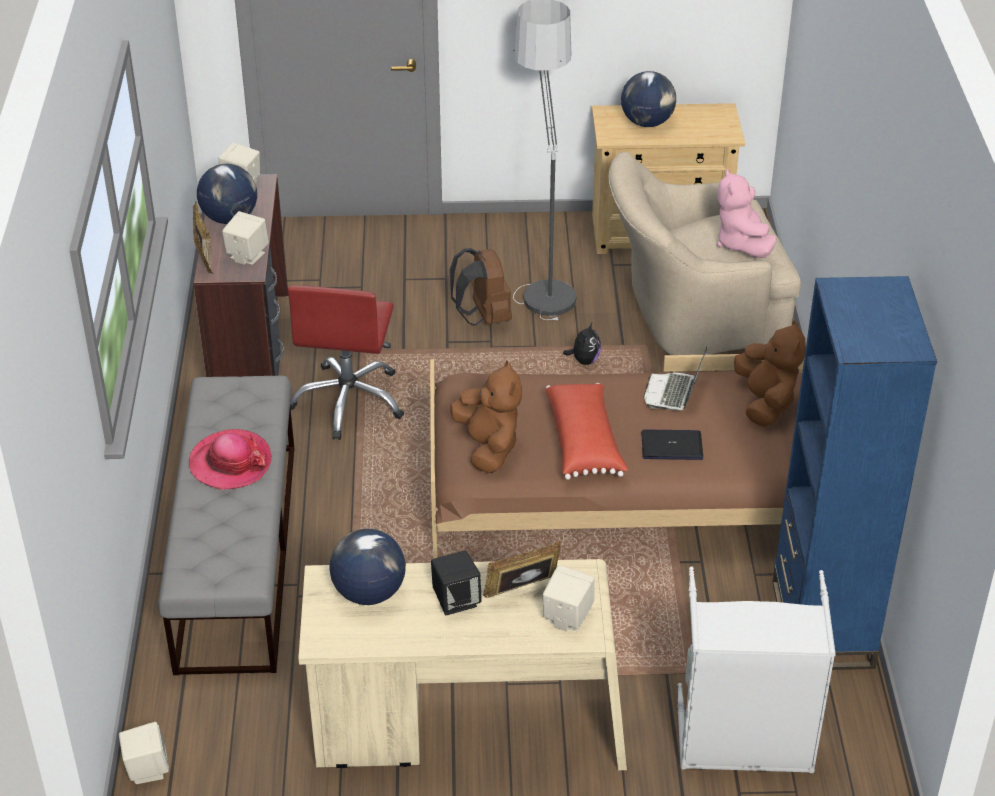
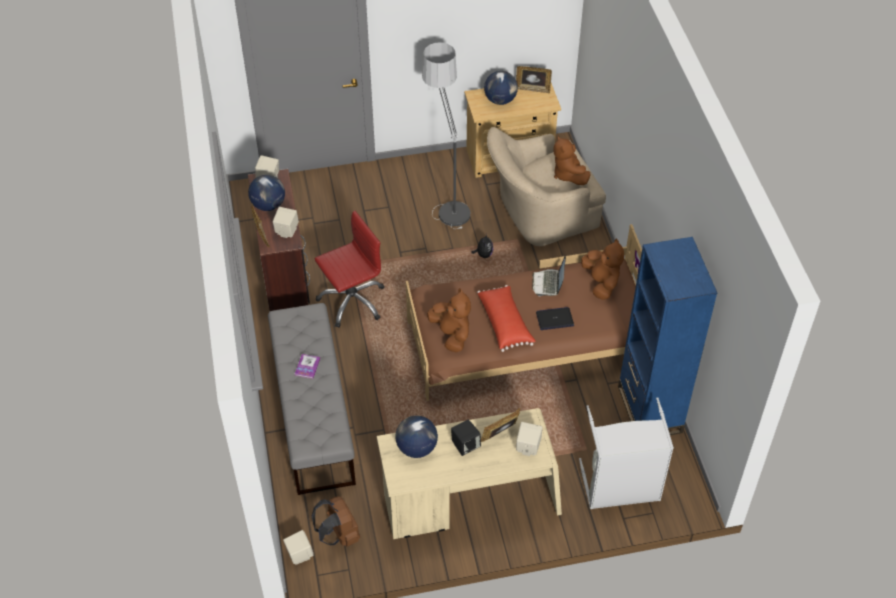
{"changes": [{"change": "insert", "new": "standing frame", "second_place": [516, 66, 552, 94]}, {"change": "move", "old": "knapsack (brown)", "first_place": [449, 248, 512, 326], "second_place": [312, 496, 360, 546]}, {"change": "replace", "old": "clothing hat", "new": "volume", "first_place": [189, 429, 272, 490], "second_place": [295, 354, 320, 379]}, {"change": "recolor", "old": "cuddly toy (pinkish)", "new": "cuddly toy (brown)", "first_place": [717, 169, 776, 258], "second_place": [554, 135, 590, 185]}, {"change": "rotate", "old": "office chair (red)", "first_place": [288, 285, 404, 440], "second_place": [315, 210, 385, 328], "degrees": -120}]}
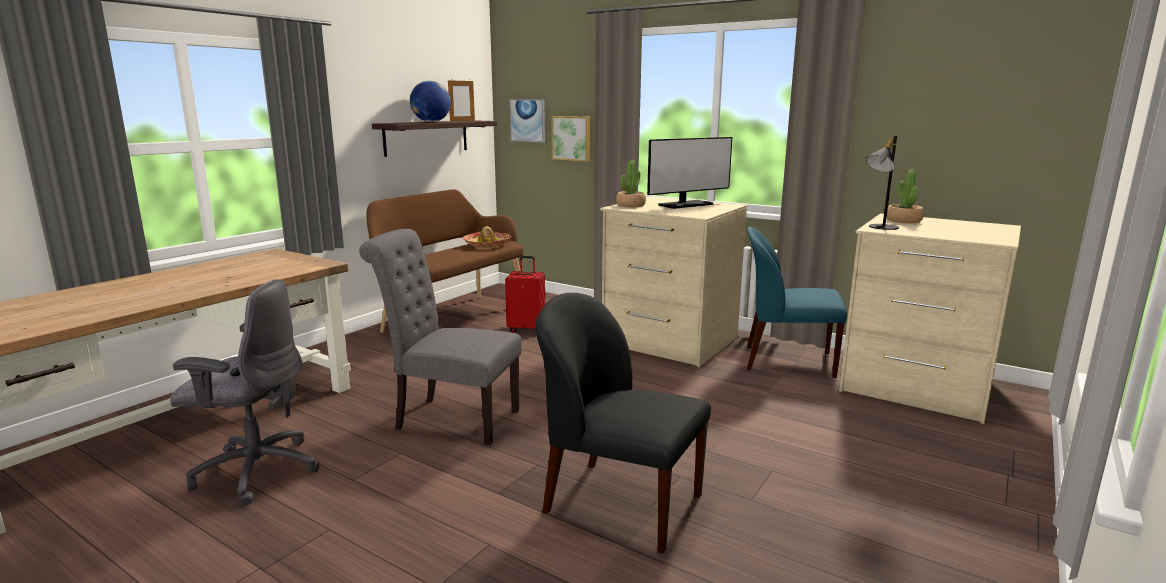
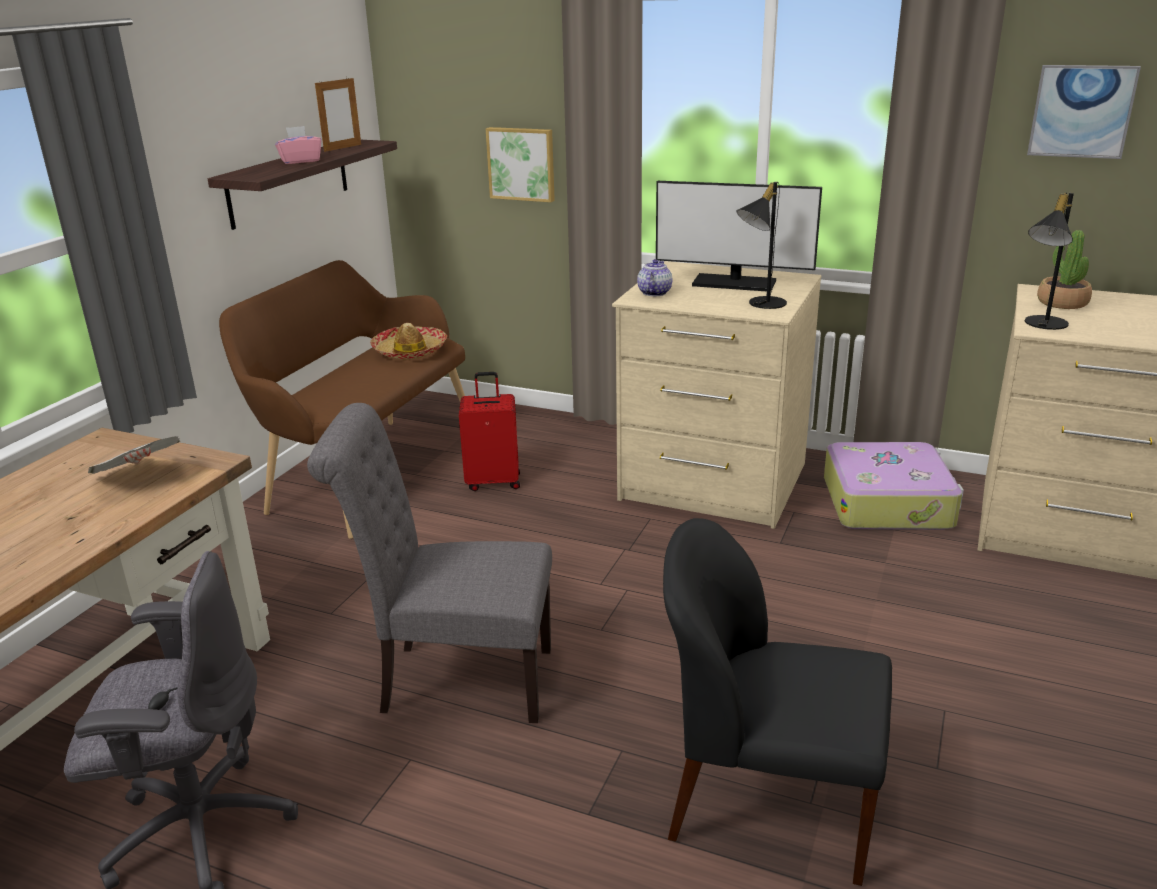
{"changes": [{"change": "insert", "new": "printed paper", "second_place": [88, 436, 180, 474]}, {"change": "insert", "new": "tabletop lamp (blackish)", "second_place": [736, 182, 787, 309]}, {"change": "move", "old": "picture", "first_place": [510, 99, 545, 143], "second_place": [1027, 65, 1141, 159]}, {"change": "replace", "old": "globe", "new": "tissue box (pinkish)", "first_place": [410, 81, 451, 122], "second_place": [275, 126, 321, 164]}, {"change": "replace", "old": "potted plant", "new": "pot for tea", "first_place": [616, 161, 646, 208], "second_place": [637, 259, 672, 296]}, {"change": "replace", "old": "chair (blue-coloured)", "new": "piece of luggage", "first_place": [747, 227, 847, 378], "second_place": [824, 442, 964, 530]}, {"change": "rotate", "old": "computer display", "first_place": [647, 137, 732, 209], "second_place": [656, 181, 822, 292], "degrees": 60}]}
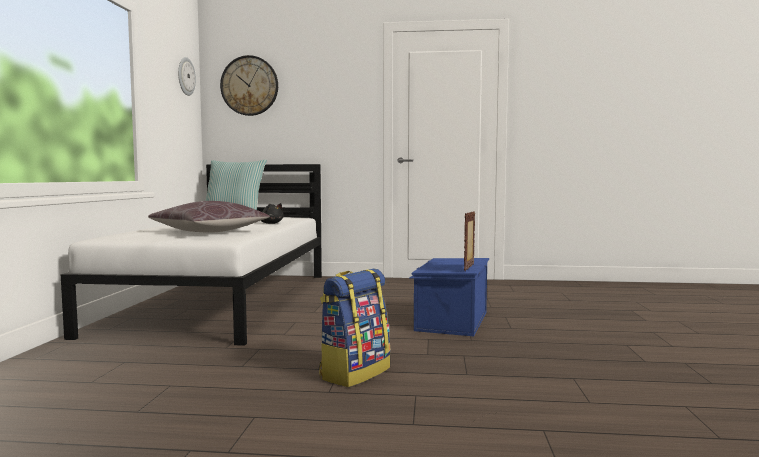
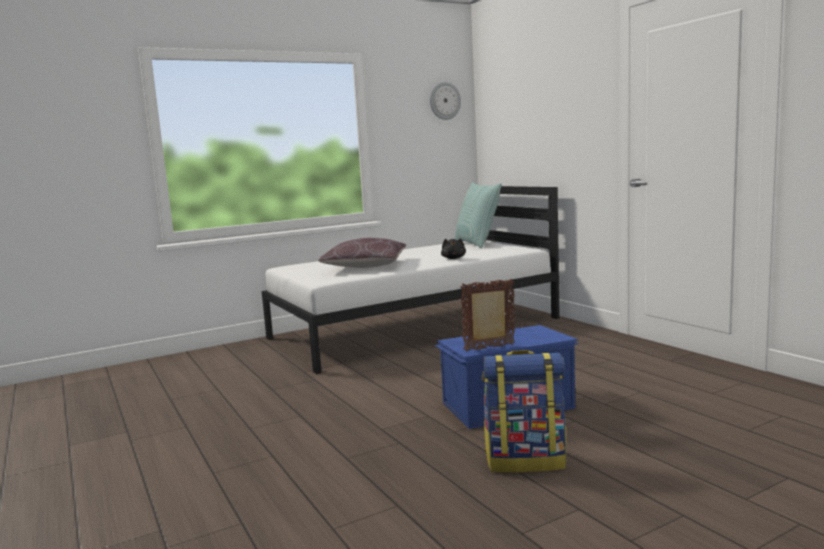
{"changes": [{"change": "delete", "old": "hanging clock", "first_place": [220, 55, 278, 116]}, {"change": "move", "old": "knapsack", "first_place": [319, 268, 391, 387], "second_place": [482, 350, 567, 473]}]}
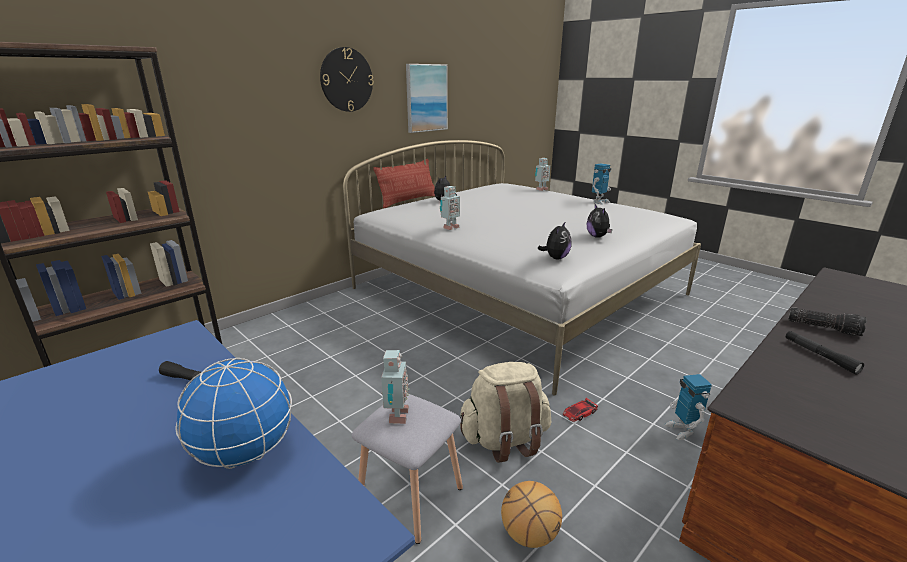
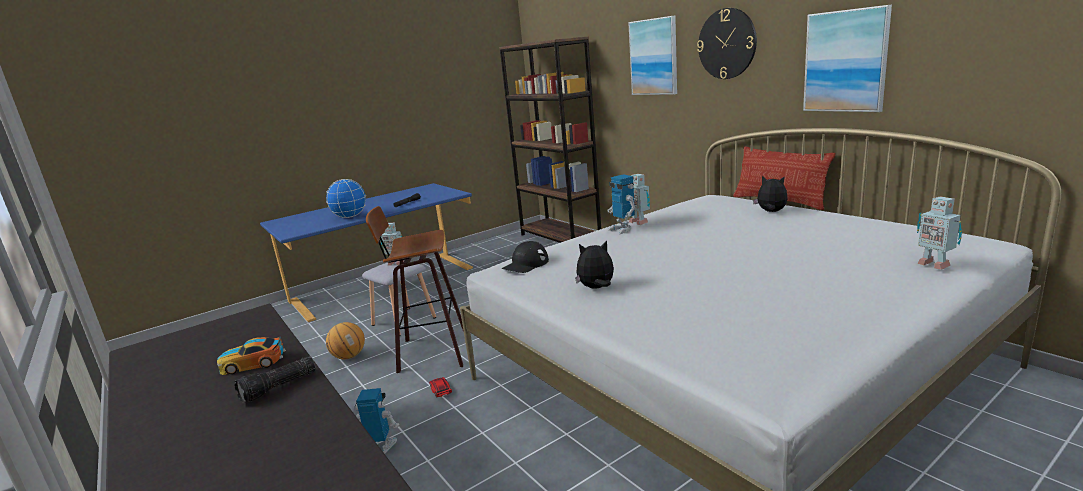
{"changes": [{"change": "insert", "new": "picture", "second_place": [628, 16, 677, 95]}, {"change": "move", "old": "robot figure", "first_place": [592, 163, 611, 205], "second_place": [608, 174, 635, 234]}, {"change": "replace", "old": "knapsack (sand-coloured)", "new": "stool", "first_place": [460, 362, 551, 463], "second_place": [366, 206, 463, 373]}, {"change": "replace", "old": "cuddly toy", "new": "baseball cap (blackish)", "first_place": [537, 221, 572, 259], "second_place": [502, 241, 549, 273]}, {"change": "replace", "old": "flashlight (blackish)", "new": "miniature car", "first_place": [786, 331, 864, 374], "second_place": [217, 336, 286, 375]}]}
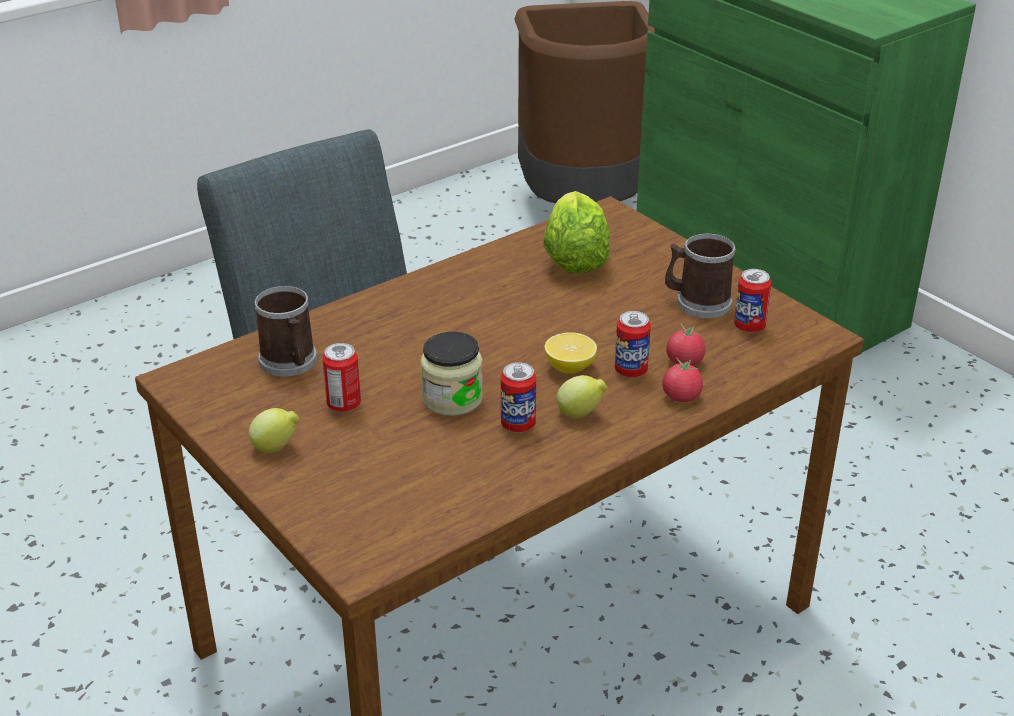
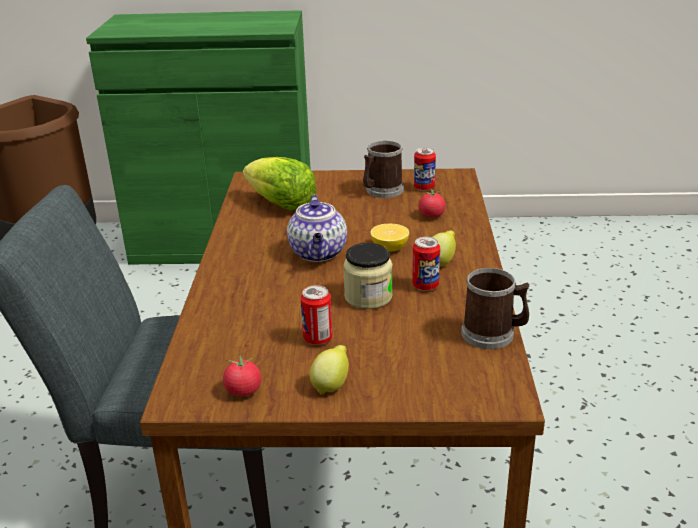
{"changes": [{"change": "delete", "old": "metal can", "first_place": [615, 311, 651, 378]}, {"change": "insert", "new": "pot for tea", "second_place": [287, 195, 347, 262]}, {"change": "move", "old": "mug", "first_place": [255, 286, 317, 377], "second_place": [461, 268, 529, 349]}, {"change": "move", "old": "whole tomato", "first_place": [662, 357, 703, 402], "second_place": [223, 353, 261, 396]}]}
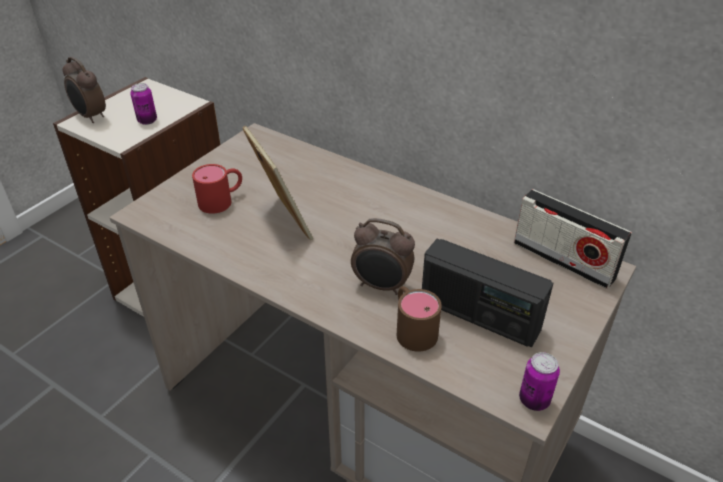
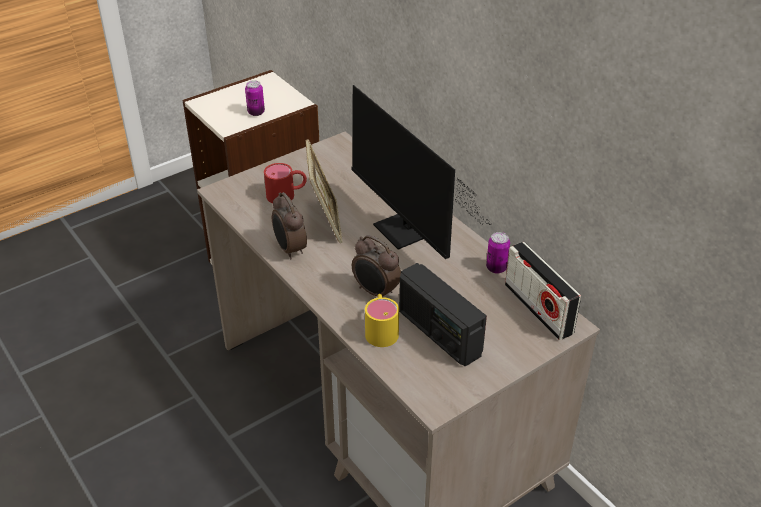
{"changes": [{"change": "insert", "new": "computer display", "second_place": [351, 85, 491, 259]}, {"change": "move", "old": "alarm clock", "first_place": [62, 57, 106, 123], "second_place": [272, 192, 307, 259]}, {"change": "move", "old": "metal can", "first_place": [519, 352, 560, 411], "second_place": [486, 232, 510, 274]}, {"change": "recolor", "old": "mug (brown)", "new": "mug (yellowish)", "first_place": [397, 286, 442, 352], "second_place": [365, 294, 399, 347]}]}
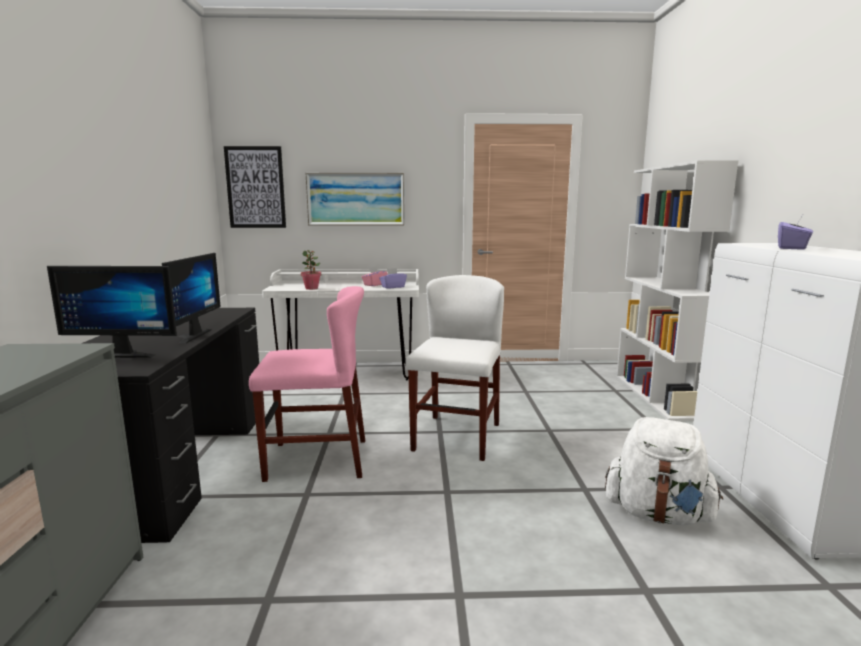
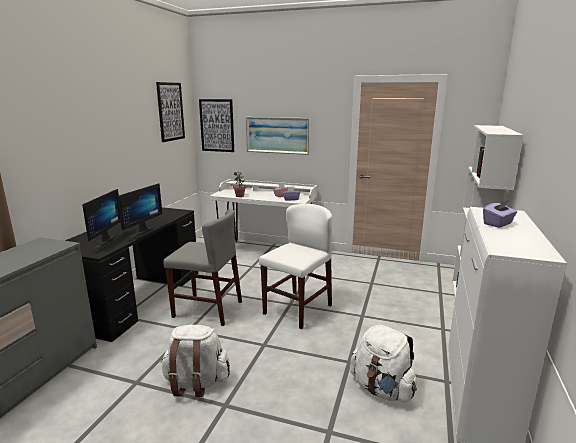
{"changes": [{"change": "insert", "new": "picture", "second_place": [156, 82, 185, 142]}, {"change": "insert", "new": "knapsack (white)", "second_place": [161, 325, 230, 397]}, {"change": "recolor", "old": "chair (pinkish)", "new": "chair (grey)", "first_place": [249, 286, 365, 482], "second_place": [163, 209, 242, 326]}, {"change": "rotate", "old": "computer display", "first_place": [47, 266, 177, 358], "second_place": [82, 189, 121, 248], "degrees": -105}]}
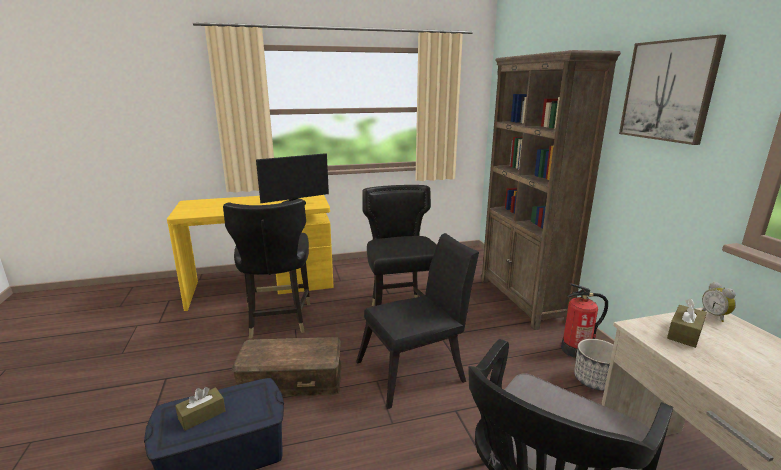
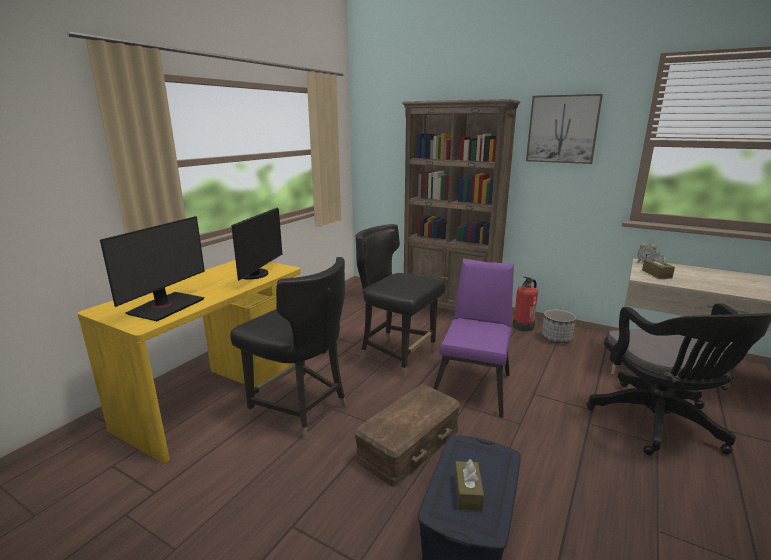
{"changes": [{"change": "insert", "new": "computer display", "second_place": [100, 216, 205, 321]}, {"change": "recolor", "old": "chair (blackish)", "new": "chair (purplish)", "first_place": [356, 233, 479, 409], "second_place": [433, 258, 514, 418]}]}
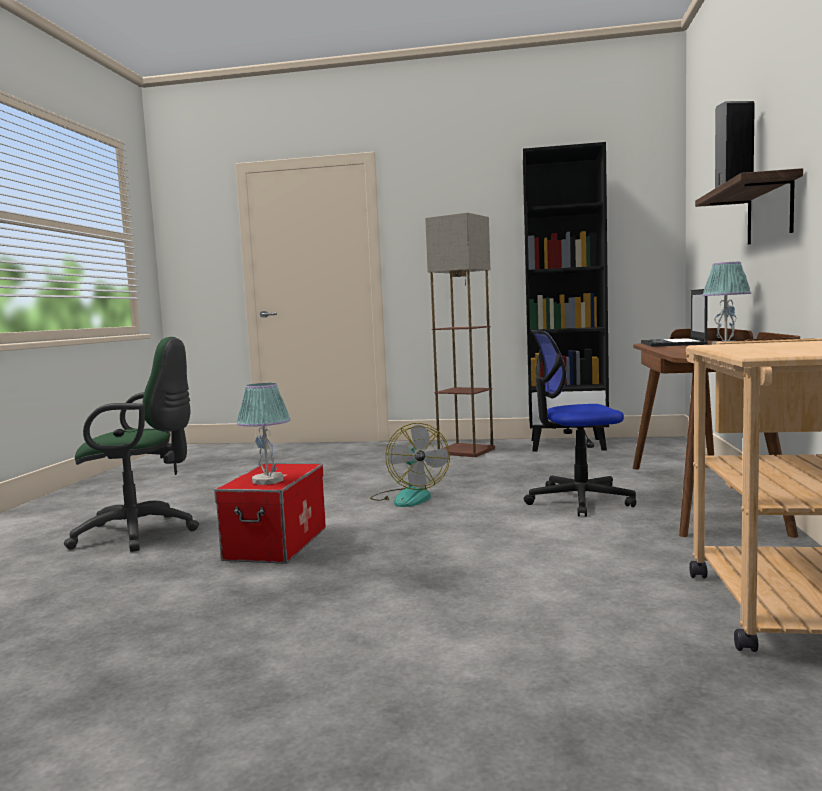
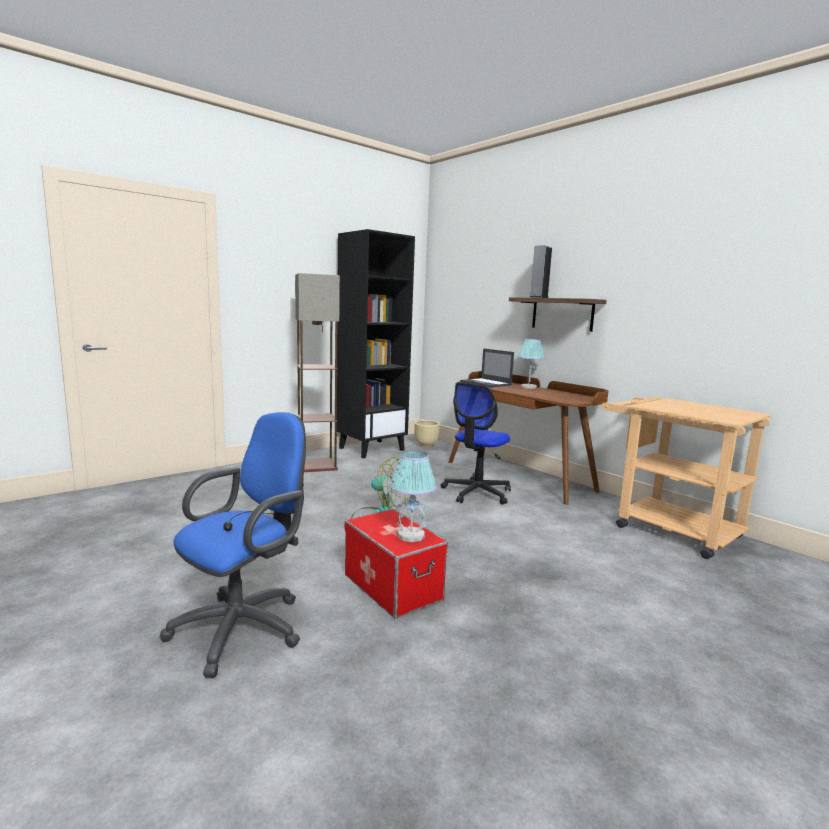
{"changes": [{"change": "insert", "new": "flower pot (sand-coloured)", "second_place": [414, 420, 440, 447]}, {"change": "recolor", "old": "office chair (green-coloured)", "new": "office chair (blue-coloured)", "first_place": [64, 337, 199, 552], "second_place": [159, 412, 306, 678]}]}
